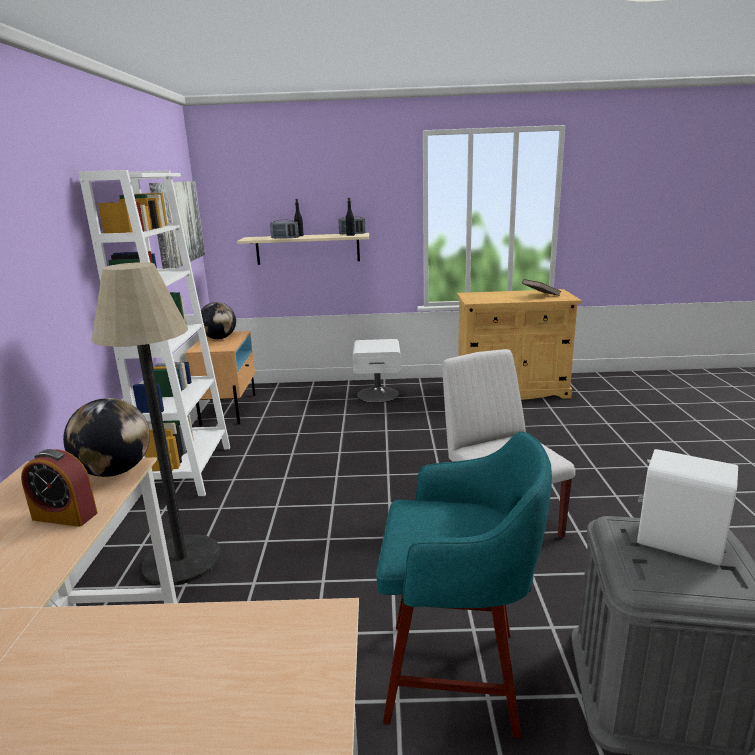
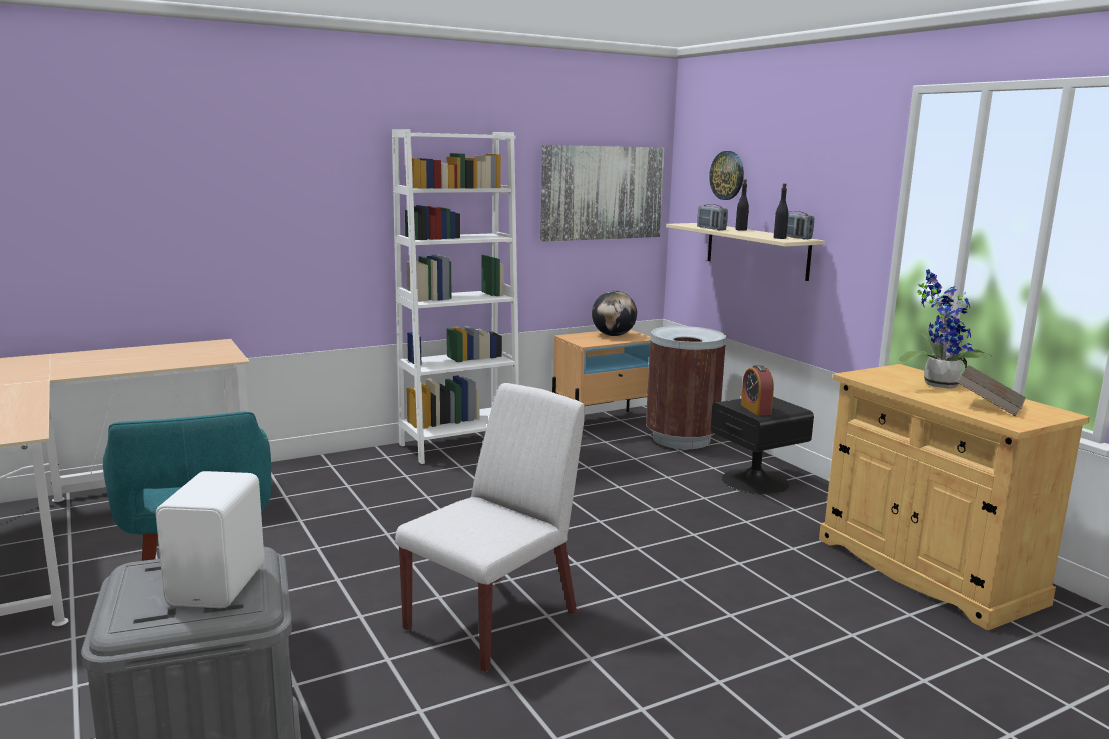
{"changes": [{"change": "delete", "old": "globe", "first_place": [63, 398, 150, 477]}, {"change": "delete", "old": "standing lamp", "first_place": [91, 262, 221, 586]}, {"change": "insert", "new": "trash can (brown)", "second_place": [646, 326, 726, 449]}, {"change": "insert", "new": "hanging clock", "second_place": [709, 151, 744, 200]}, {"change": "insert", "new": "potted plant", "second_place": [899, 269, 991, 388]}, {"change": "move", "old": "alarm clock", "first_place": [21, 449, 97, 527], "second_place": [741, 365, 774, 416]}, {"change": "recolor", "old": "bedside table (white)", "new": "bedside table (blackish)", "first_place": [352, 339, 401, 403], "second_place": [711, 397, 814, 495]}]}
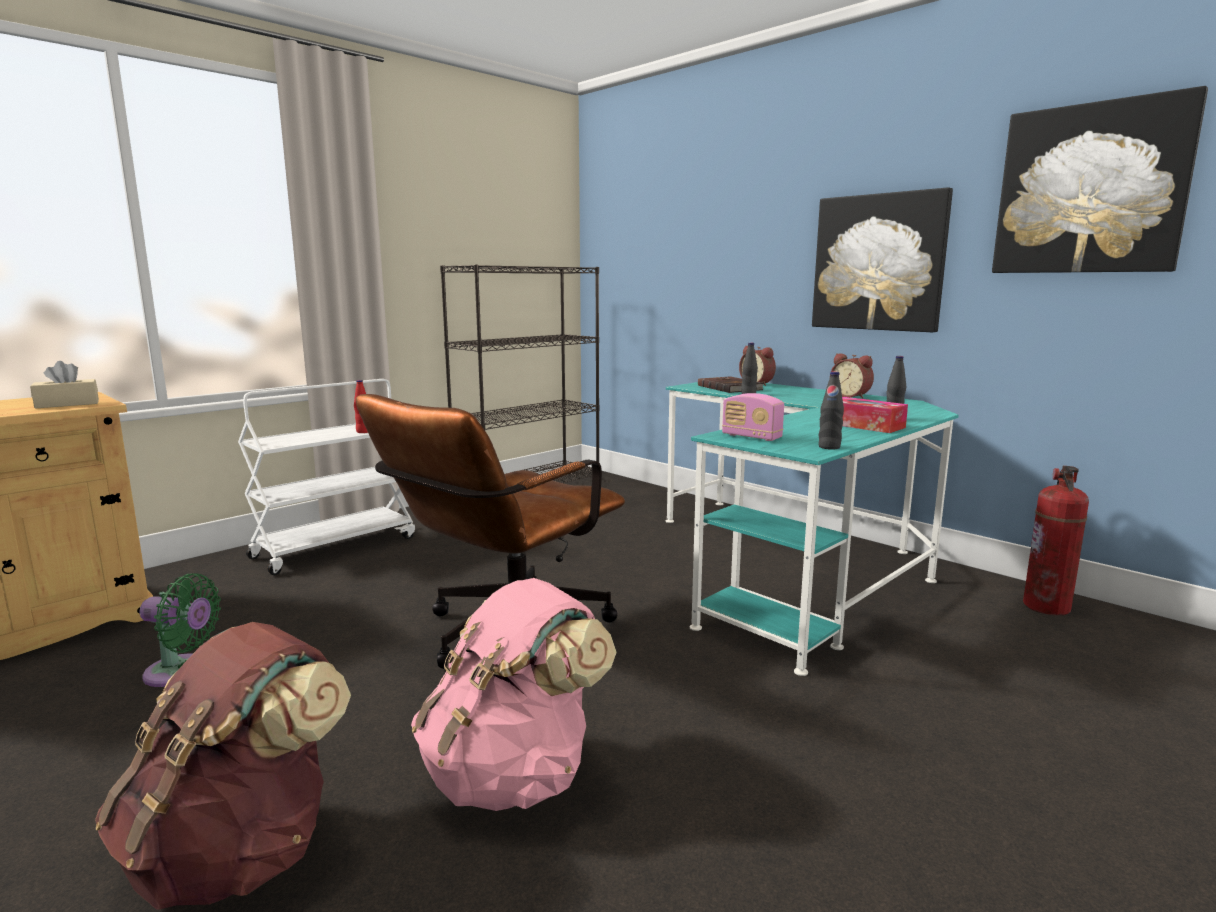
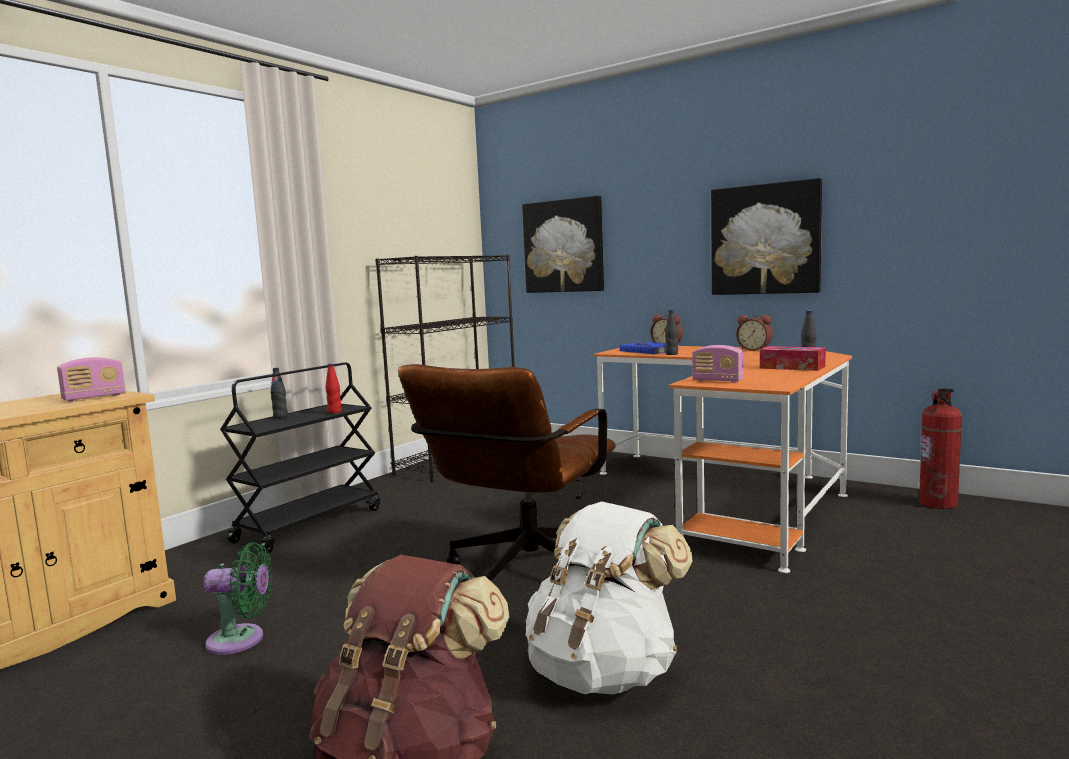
{"changes": [{"change": "move", "old": "bottle (blackish)", "first_place": [818, 371, 844, 450], "second_place": [270, 368, 288, 418]}, {"change": "move", "old": "picture", "first_place": [992, 86, 1208, 273], "second_place": [522, 196, 604, 293]}, {"change": "replace", "old": "tissue box (sand-coloured)", "new": "radio", "first_place": [30, 361, 99, 409], "second_place": [57, 357, 126, 402]}, {"change": "recolor", "old": "wheeled cart (white)", "new": "wheeled cart (blackish)", "first_place": [238, 379, 415, 575], "second_place": [220, 362, 380, 554]}, {"change": "recolor", "old": "knapsack (pinkish)", "new": "knapsack (white)", "first_place": [411, 578, 617, 811], "second_place": [526, 502, 693, 694]}, {"change": "recolor", "old": "desk unit (turquoise)", "new": "desk unit (orangey)", "first_place": [666, 382, 959, 676], "second_place": [594, 346, 852, 573]}, {"change": "recolor", "old": "volume (brown)", "new": "volume (blue-coloured)", "first_place": [698, 376, 763, 393], "second_place": [620, 342, 679, 354]}]}
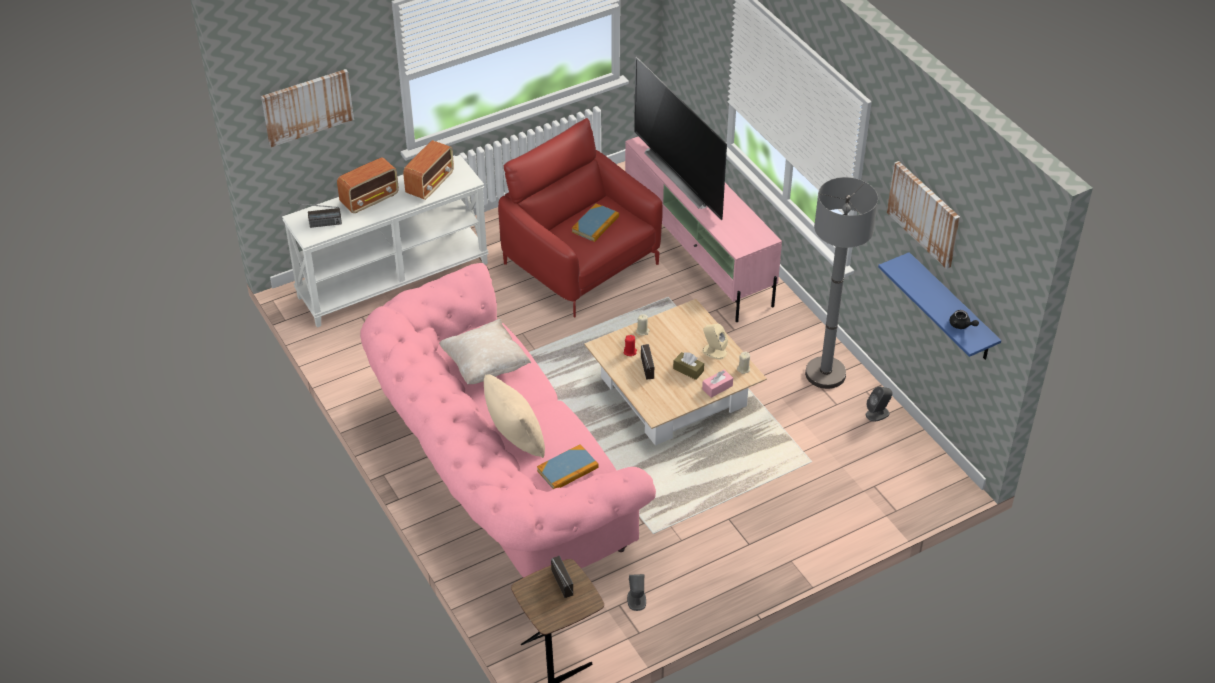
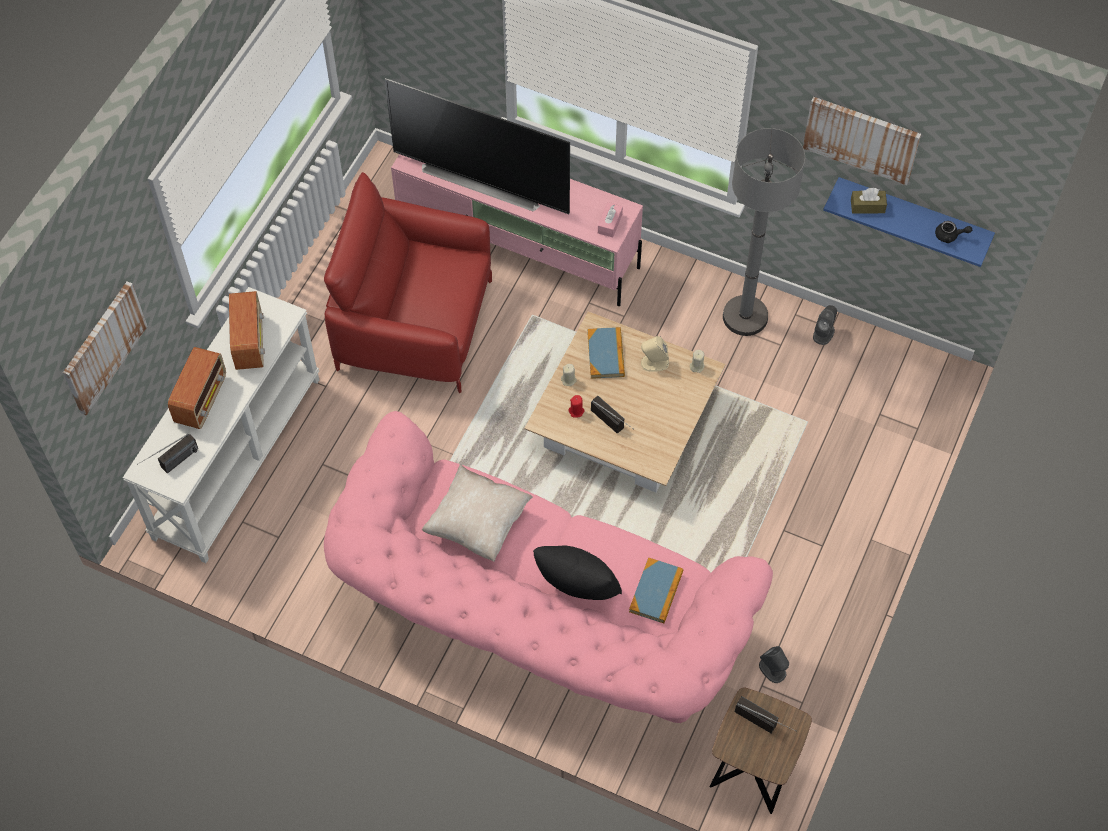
{"changes": [{"change": "move", "old": "volume", "first_place": [572, 204, 619, 242], "second_place": [587, 327, 625, 379]}, {"change": "move", "old": "tissue box (brown)", "first_place": [673, 352, 704, 380], "second_place": [851, 188, 887, 213]}, {"change": "move", "old": "tissue box (pinkish)", "first_place": [702, 370, 733, 398], "second_place": [598, 202, 623, 237]}, {"change": "recolor", "old": "throw pillow (sand-coloured)", "new": "throw pillow (blackish)", "first_place": [484, 374, 545, 458], "second_place": [533, 546, 622, 600]}]}
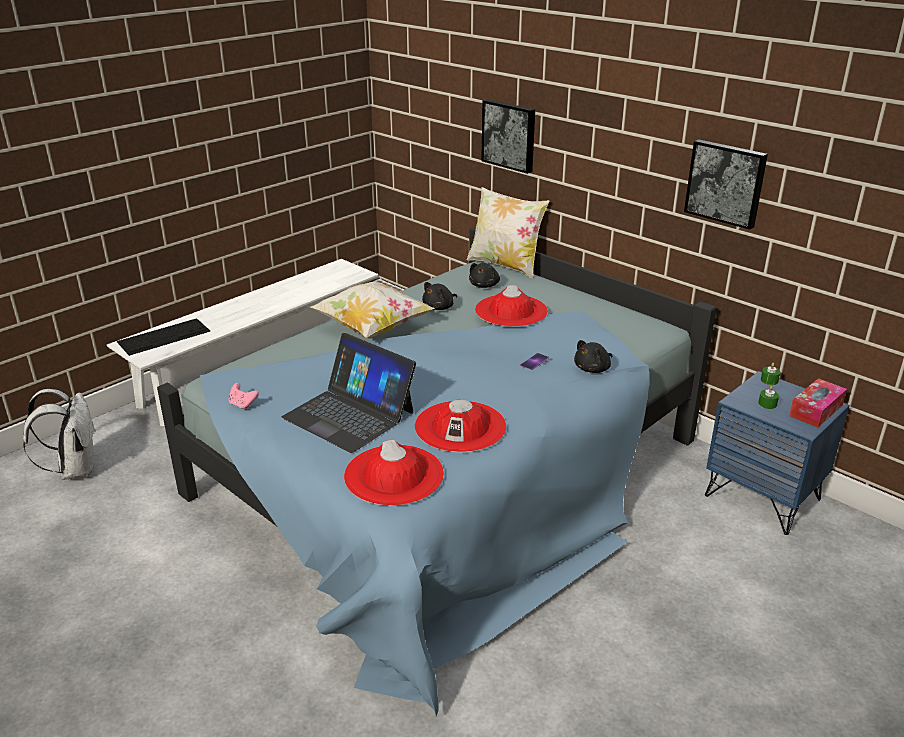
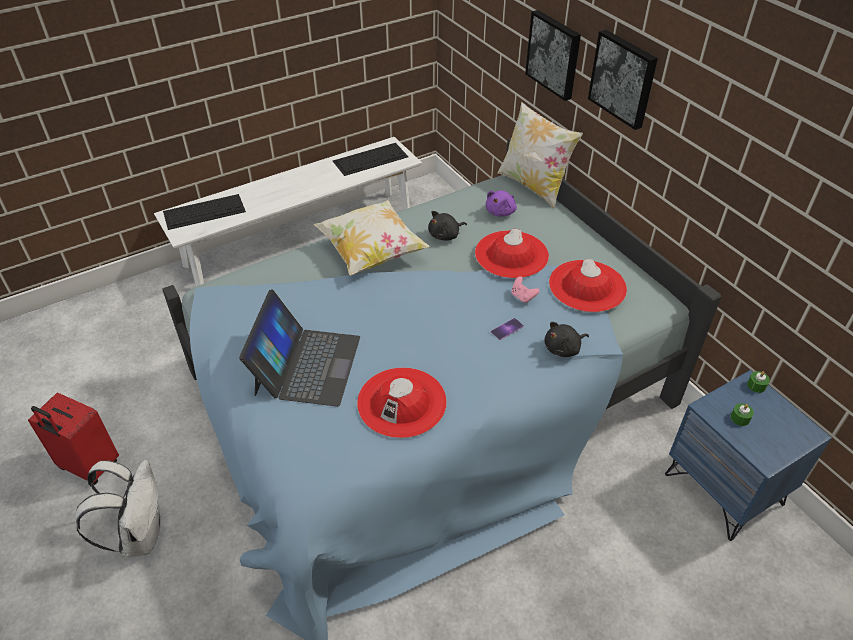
{"changes": [{"change": "delete", "old": "tissue box", "first_place": [789, 378, 847, 427]}, {"change": "insert", "new": "piece of luggage (red)", "second_place": [28, 393, 119, 485]}, {"change": "insert", "new": "computer keyboard", "second_place": [333, 143, 409, 176]}, {"change": "move", "old": "knapsack (white)", "first_place": [23, 389, 96, 480], "second_place": [75, 460, 161, 557]}, {"change": "move", "old": "gamepad (pinkish)", "first_place": [229, 383, 259, 410], "second_place": [511, 276, 540, 303]}, {"change": "move", "old": "clothing hat (red)", "first_place": [344, 440, 444, 506], "second_place": [549, 259, 627, 312]}, {"change": "move", "old": "picture", "first_place": [684, 139, 768, 230], "second_place": [588, 30, 658, 130]}, {"change": "recolor", "old": "cuddly toy (blackish)", "new": "cuddly toy (purplish)", "first_place": [469, 263, 500, 288], "second_place": [485, 191, 517, 217]}, {"change": "rotate", "old": "portable computer", "first_place": [282, 333, 416, 453], "second_place": [239, 289, 360, 407], "degrees": -135}]}
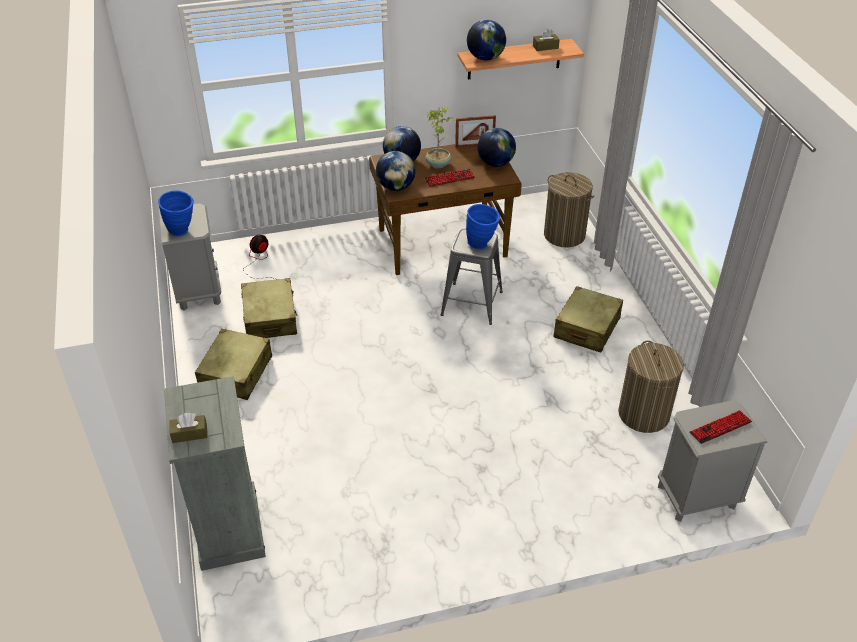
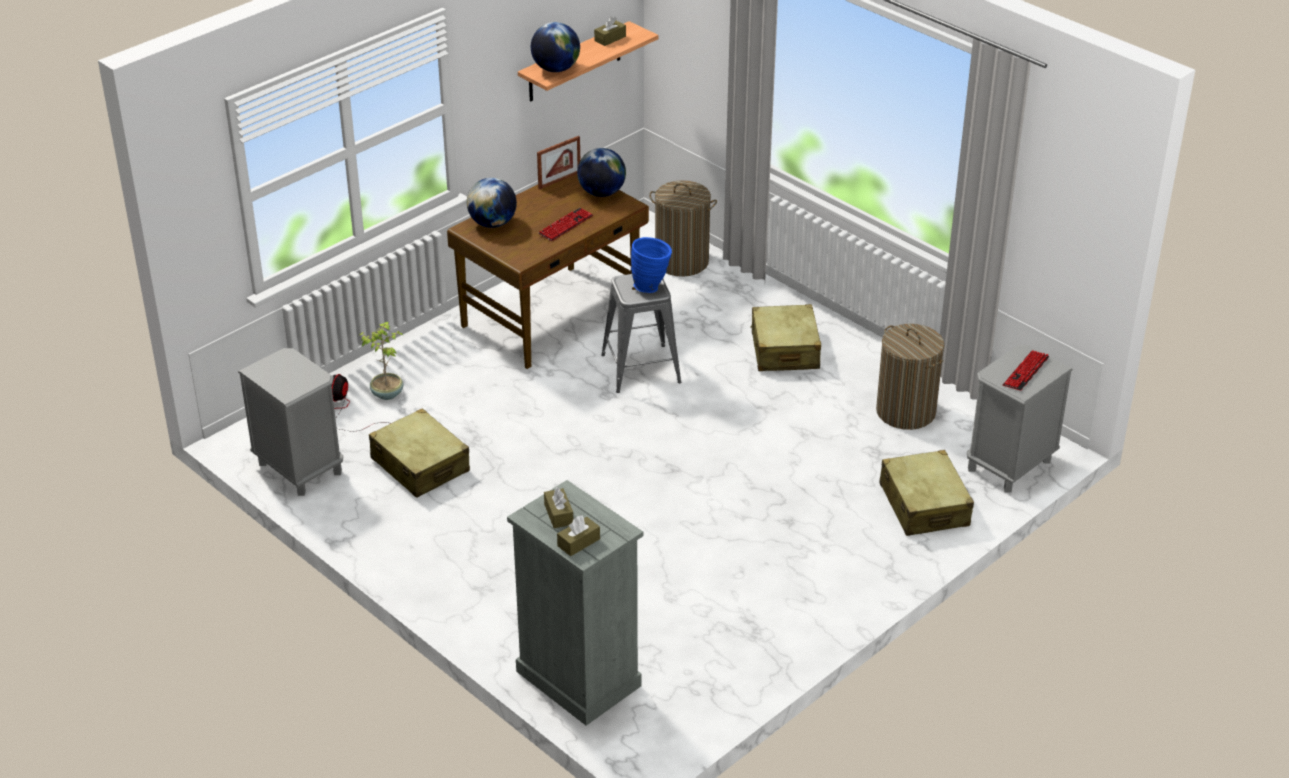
{"changes": [{"change": "delete", "old": "vase (blue-coloured)", "first_place": [158, 190, 194, 236]}, {"change": "delete", "old": "globe", "first_place": [376, 151, 416, 191]}, {"change": "insert", "new": "tissue box (brown)", "second_place": [544, 487, 573, 528]}, {"change": "move", "old": "piece of luggage (sand-coloured)", "first_place": [195, 329, 272, 400], "second_place": [879, 450, 974, 536]}, {"change": "move", "old": "potted plant", "first_place": [426, 107, 455, 168], "second_place": [360, 322, 404, 400]}]}
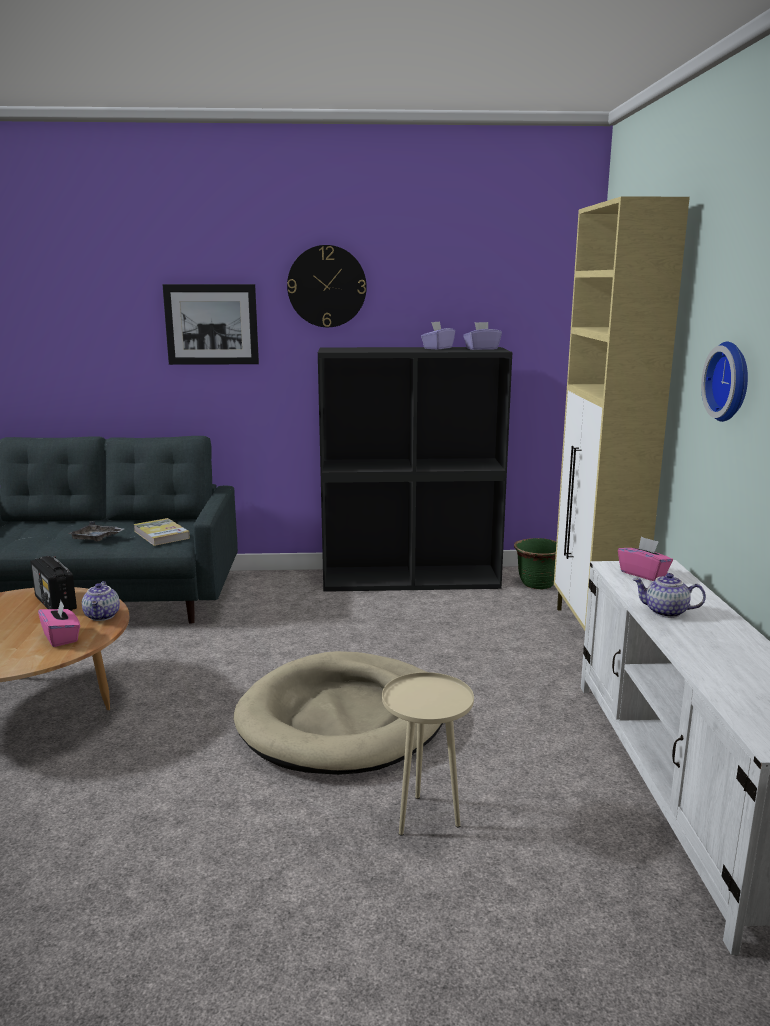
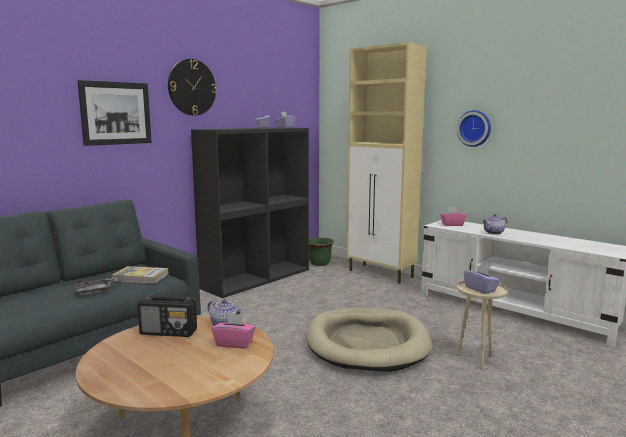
{"changes": [{"change": "insert", "new": "tissue box (purplish)", "second_place": [463, 264, 500, 294]}]}
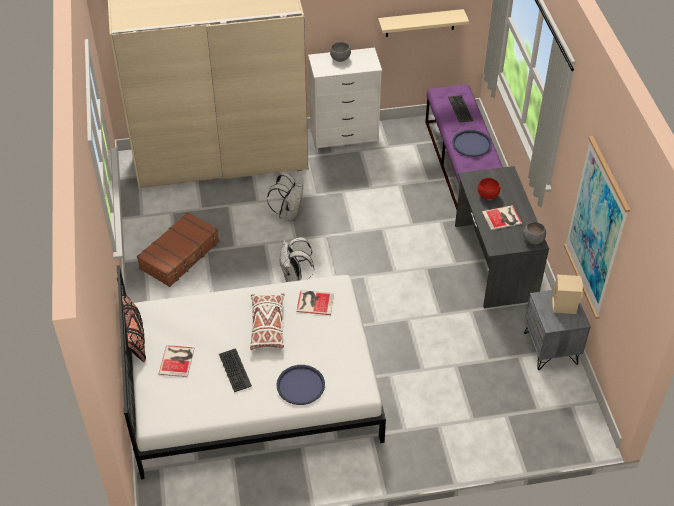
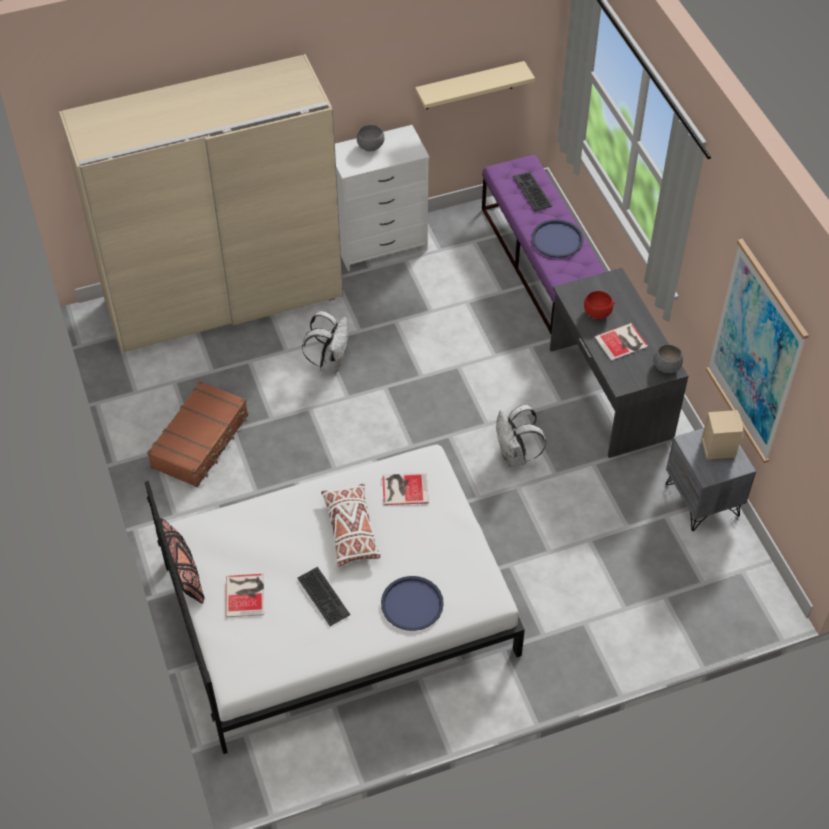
{"changes": [{"change": "move", "old": "knapsack (white)", "first_place": [280, 237, 314, 282], "second_place": [496, 405, 546, 467]}]}
